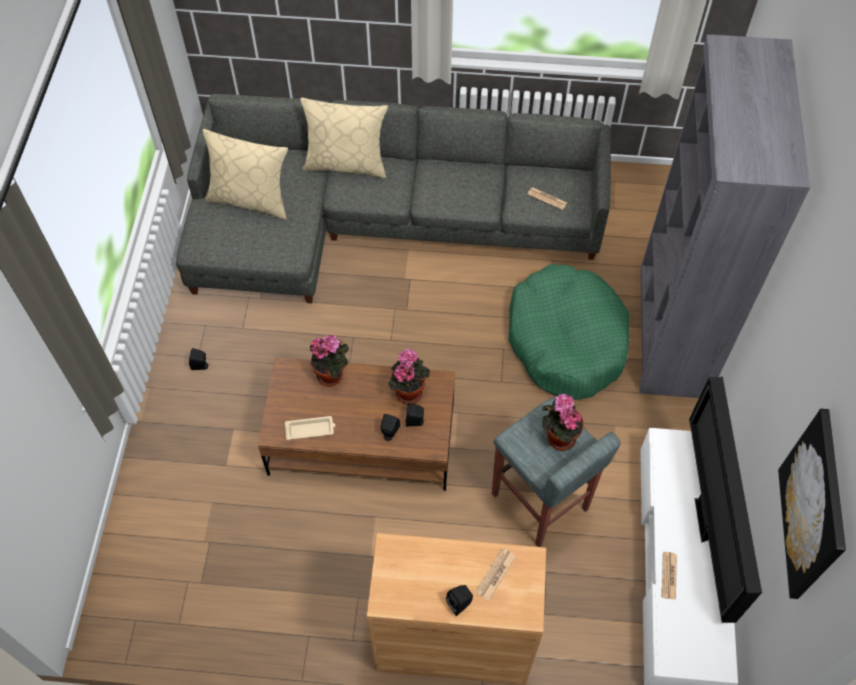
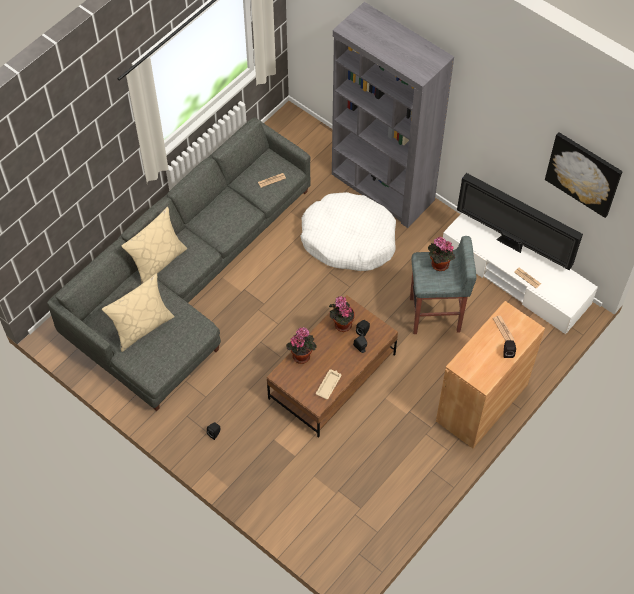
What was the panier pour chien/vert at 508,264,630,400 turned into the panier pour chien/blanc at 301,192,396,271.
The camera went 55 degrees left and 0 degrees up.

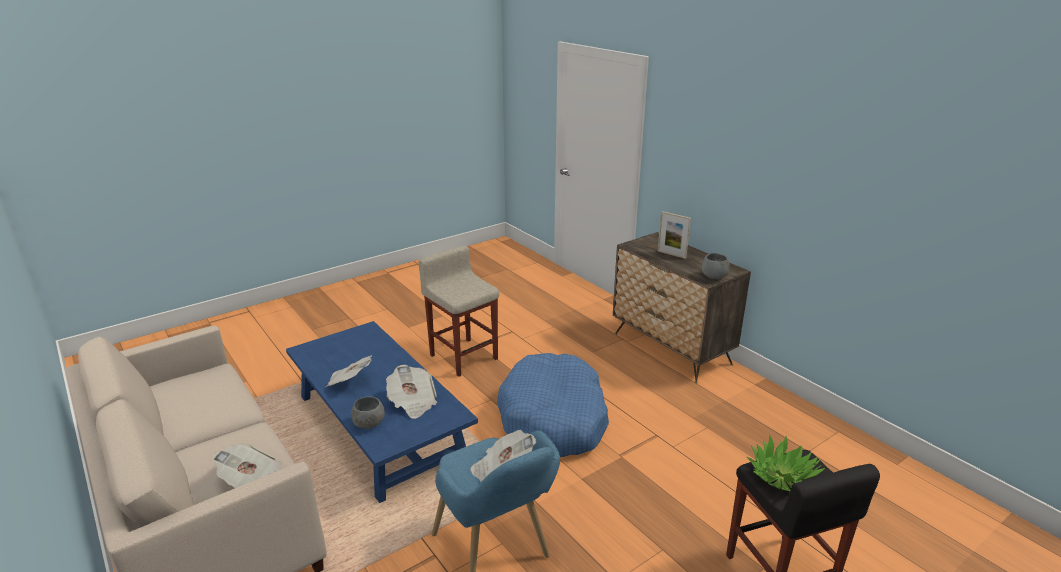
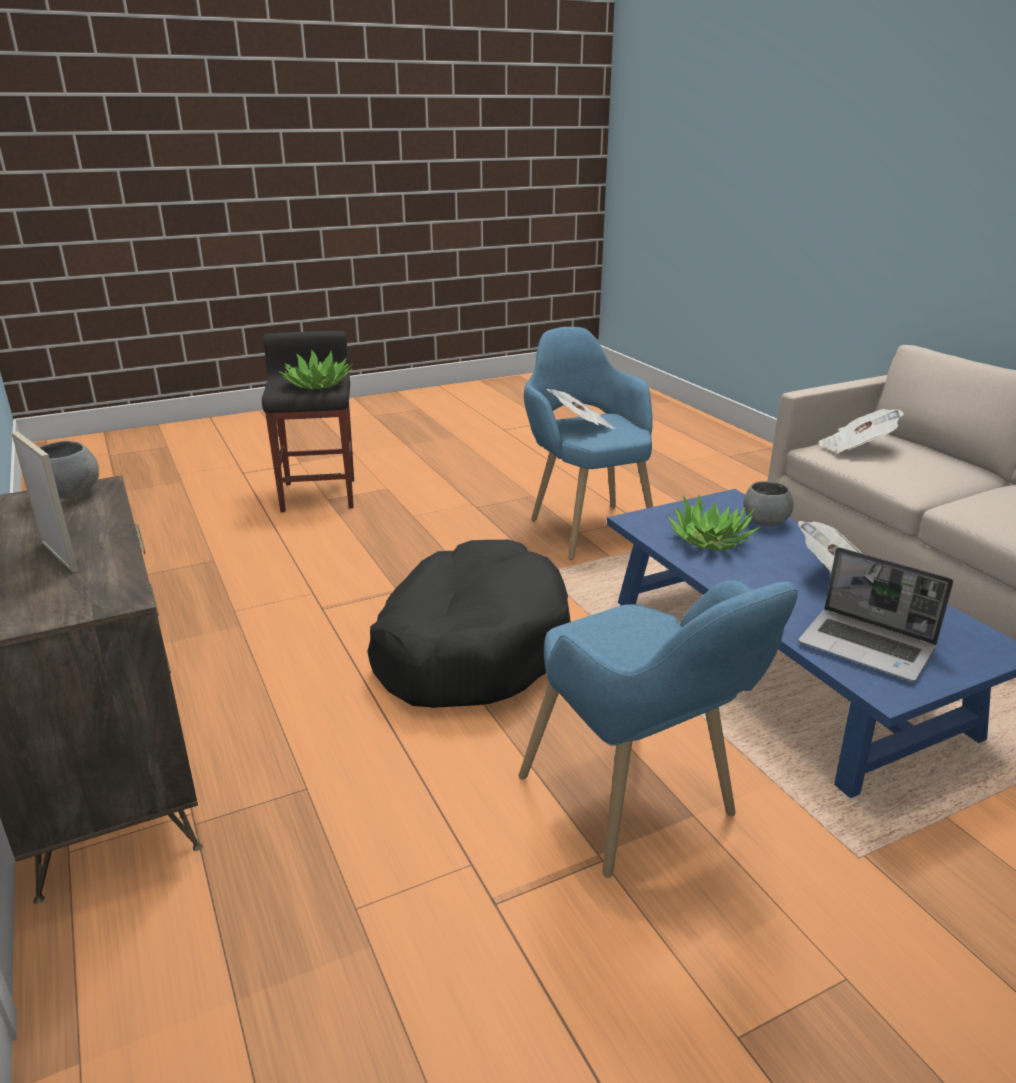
The second view gained the ordinateur portable at 799,547,953,682.
Where the journal stood at 386,365,437,419, the plante en pot came to stand at 666,494,760,551.
Where the tabouret/beige stood at 418,246,499,377, the fauteuil/bleu came to stand at 519,580,798,878.
What was the panier pour chien/bleu at 497,353,609,457 turned into the panier pour chien/noir at 367,540,571,708.
The camera went 170 degrees left and 0 degrees up.

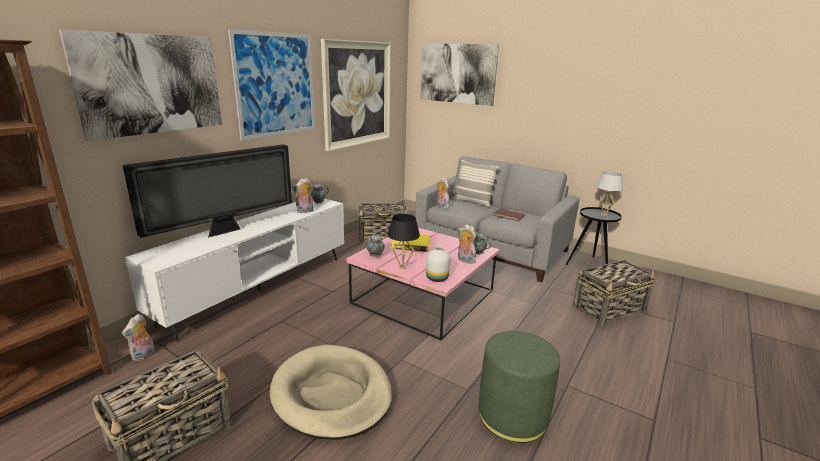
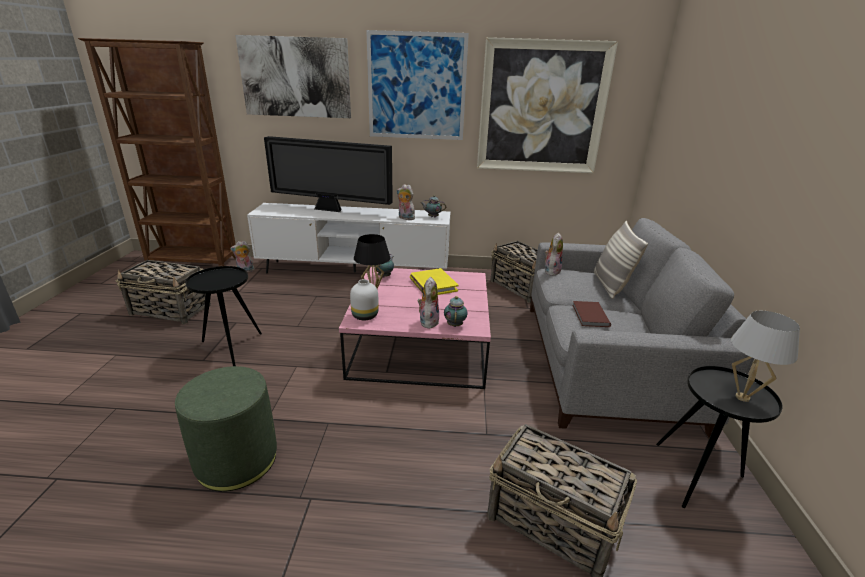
The second view lost the tableau at 421,43,499,106.
Where the panier pour chien/beige stood at 270,345,392,440, the table d'appoint/noir came to stand at 185,266,262,366.
The camera went 60 degrees right and 5 degrees up.

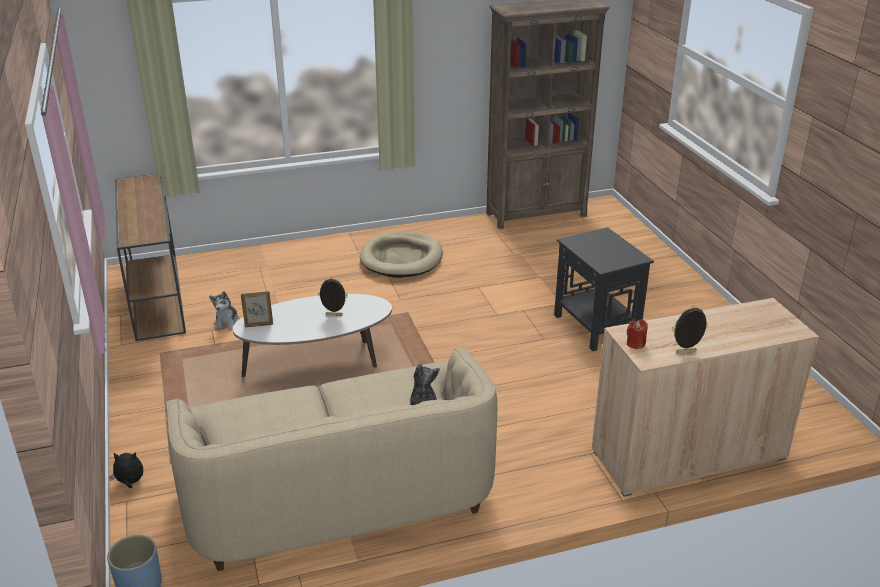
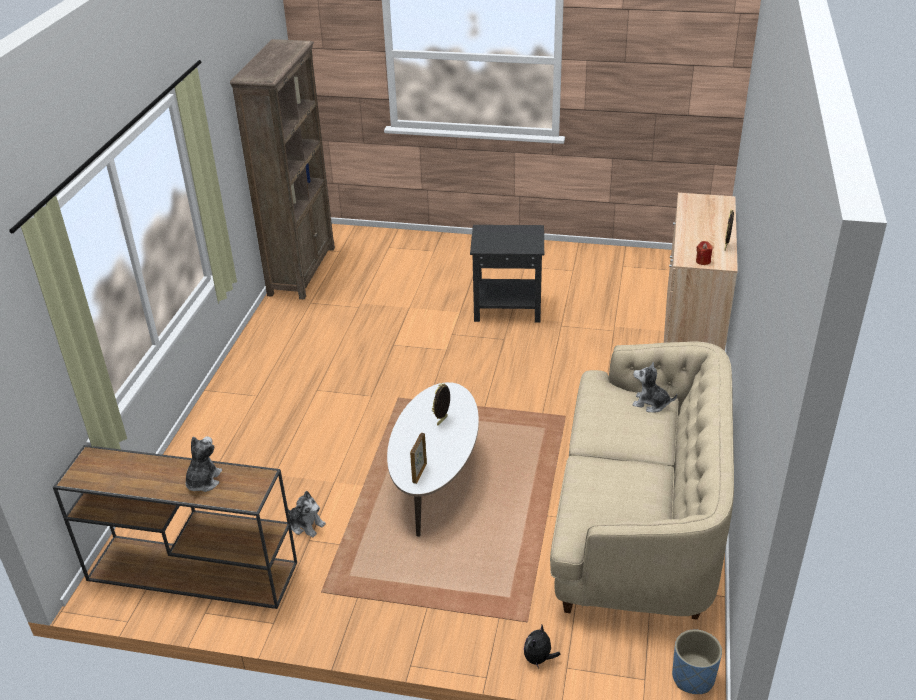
The second view lost the panier pour chien/beige at 360,232,443,278.
The second view gained the peluche at 185,436,222,492.
The camera went 60 degrees left and 5 degrees up.

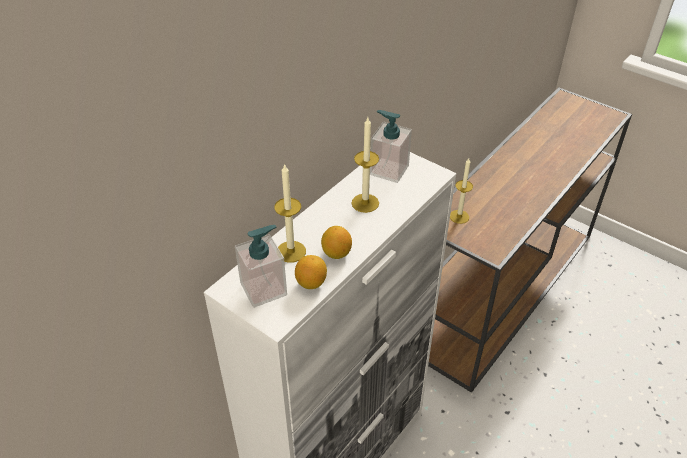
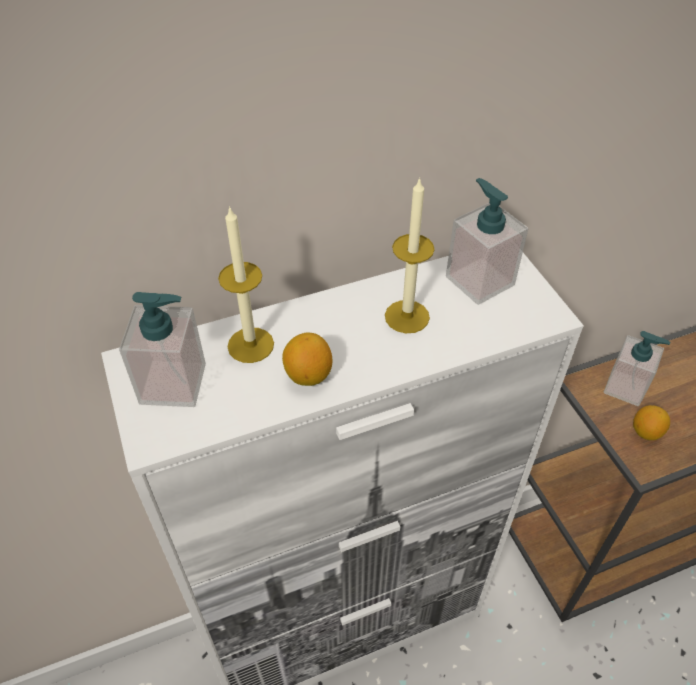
The citron ended up elsewhere, having gone from 295,255,327,289 to 633,405,670,440.
Where the bougie stood at 450,158,473,224, the distributeur de savon came to stand at 604,331,670,406.
The camera went 30 degrees right and 5 degrees up.

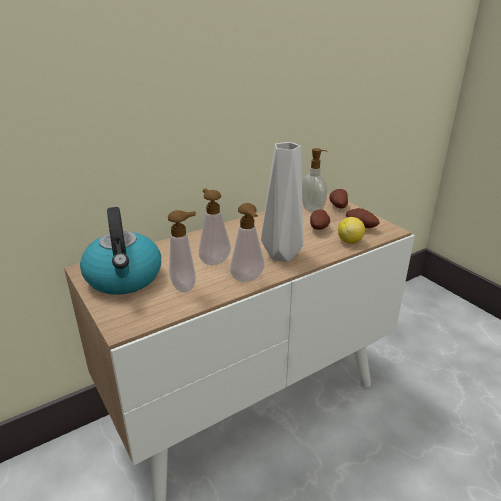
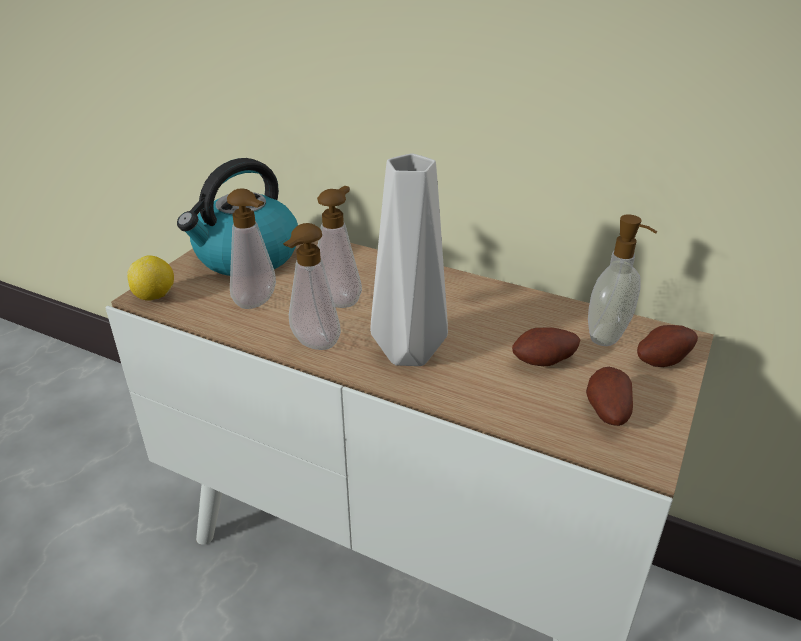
The citron ended up elsewhere, having gone from 338,217,365,244 to 127,255,174,301.
The camera went 60 degrees right and 5 degrees up.

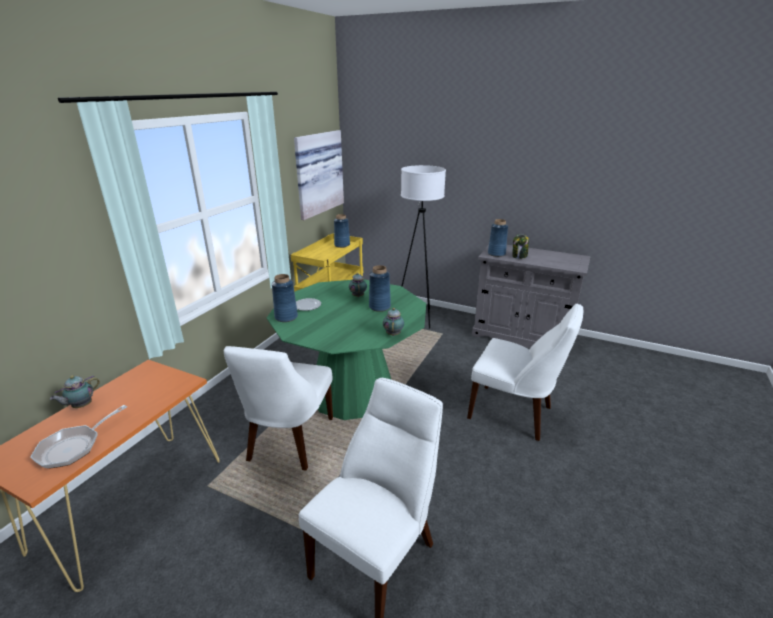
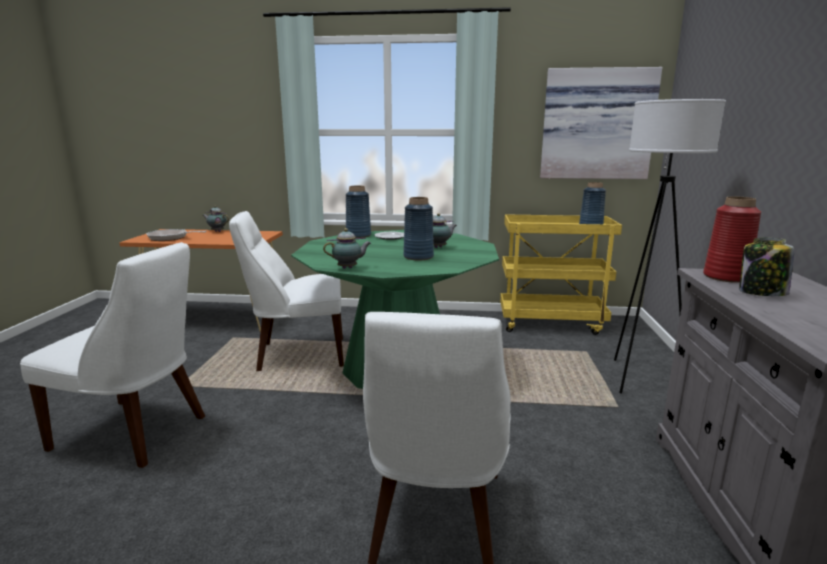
What was the vase/bleu at 488,219,508,257 turned into the vase/rouge at 703,196,761,283.
The camera went 70 degrees right and 10 degrees down.

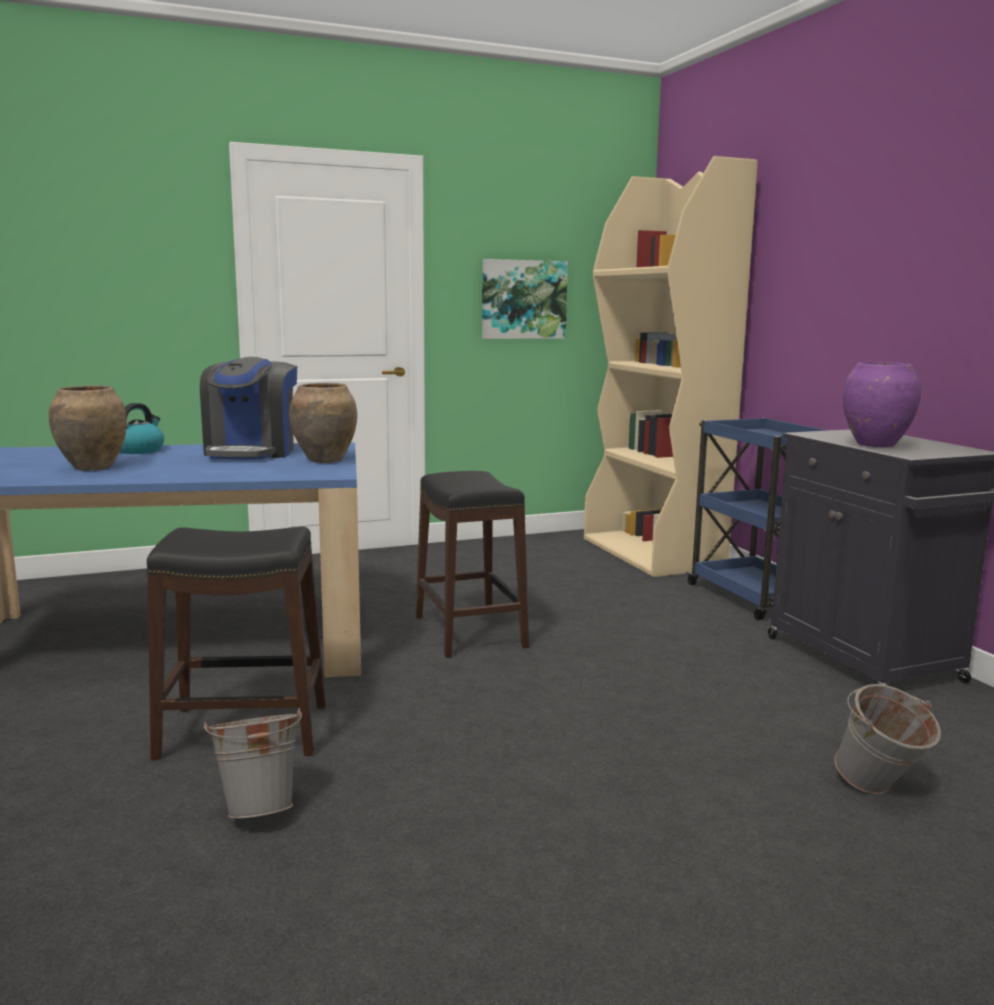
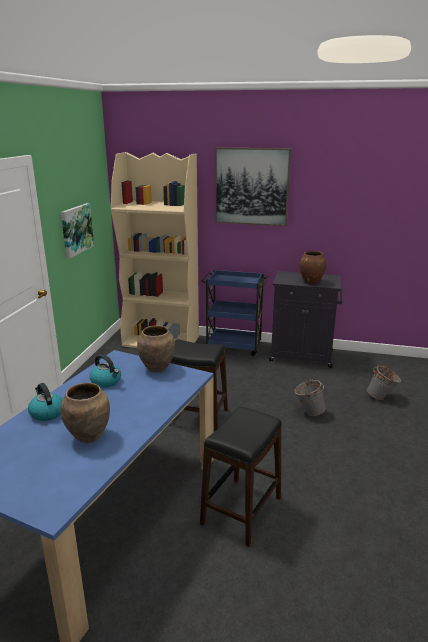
The second view gained the tableau at 215,147,291,226.
The seau/gris ended up elsewhere, having gone from 204,708,302,818 to 294,379,326,416.
Where the machine à café stood at 200,357,297,460, the bouilloire came to stand at 90,354,121,388.
What was the vase/violet at 843,362,921,447 turned into the vase/marron at 299,251,326,284.
The camera went 55 degrees left and 10 degrees up.

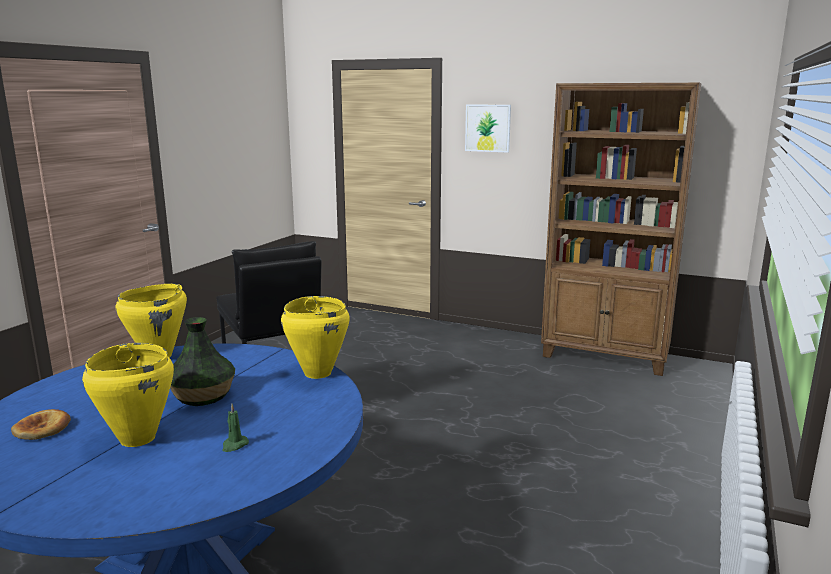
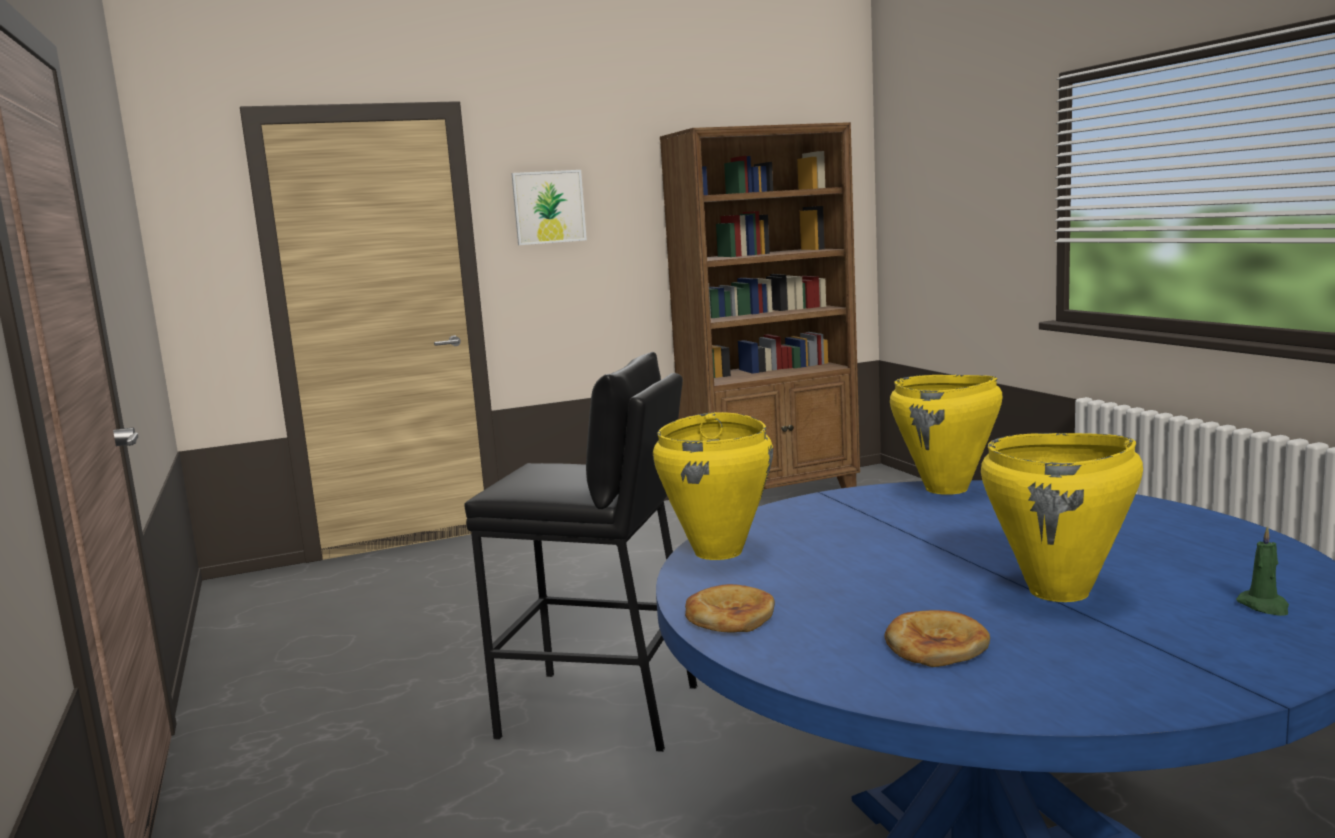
The second view lost the vase at 170,317,235,406.
The second view gained the pain at 685,584,775,633.
The bougie/vert ended up elsewhere, having gone from 222,404,249,452 to 1236,526,1289,616.
The camera went 45 degrees left and 5 degrees down.

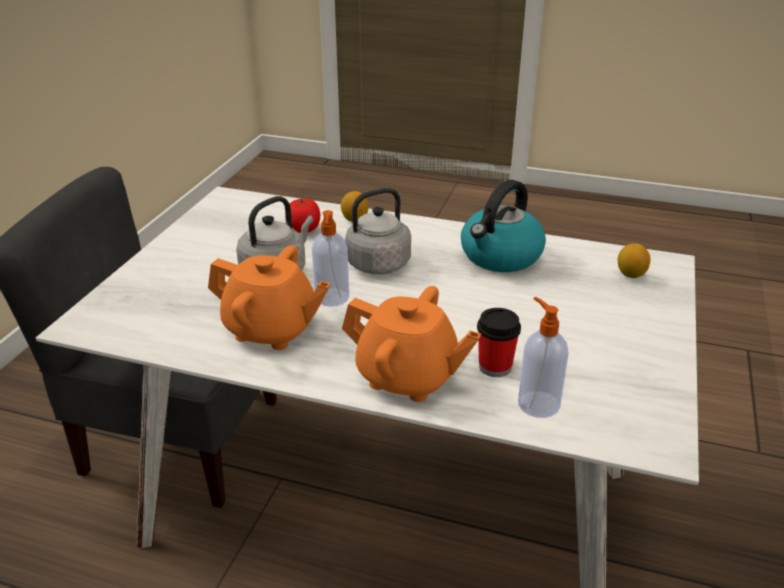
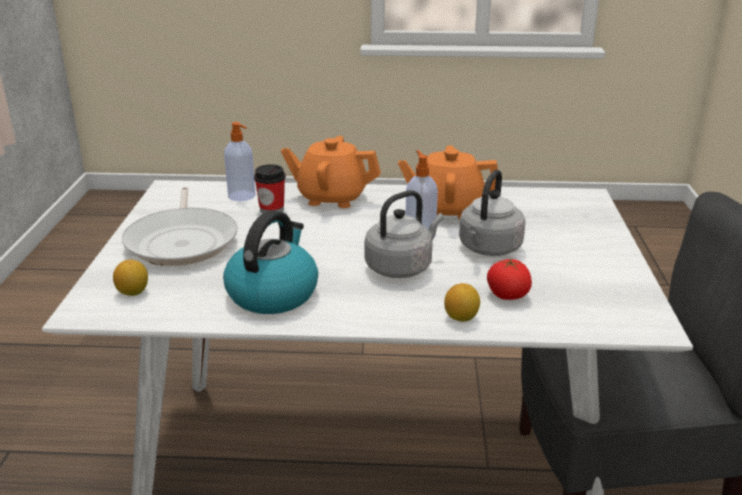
The second view gained the poêle at 122,187,238,266.
The camera went 165 degrees right and 5 degrees down.

